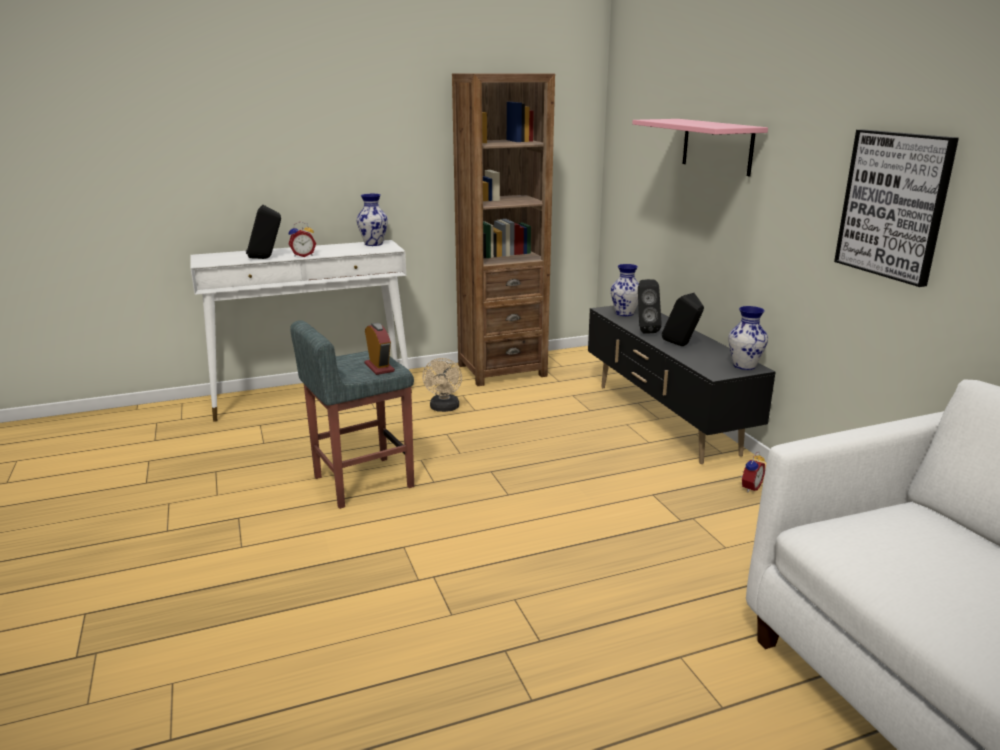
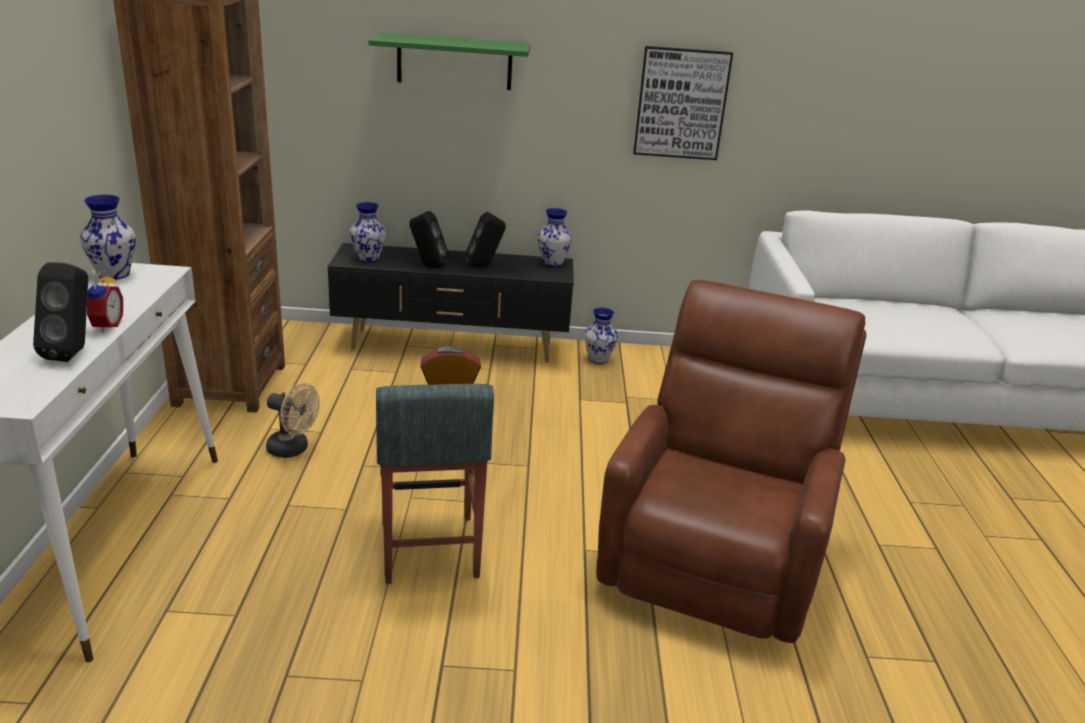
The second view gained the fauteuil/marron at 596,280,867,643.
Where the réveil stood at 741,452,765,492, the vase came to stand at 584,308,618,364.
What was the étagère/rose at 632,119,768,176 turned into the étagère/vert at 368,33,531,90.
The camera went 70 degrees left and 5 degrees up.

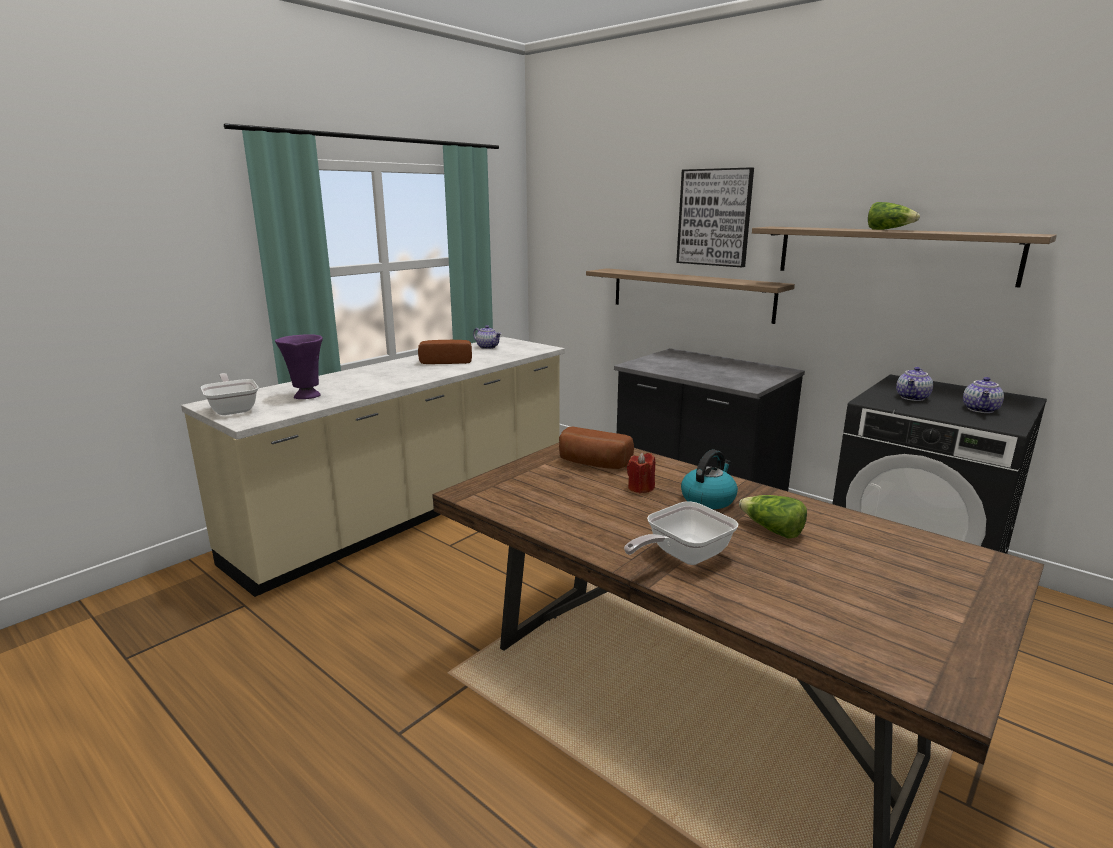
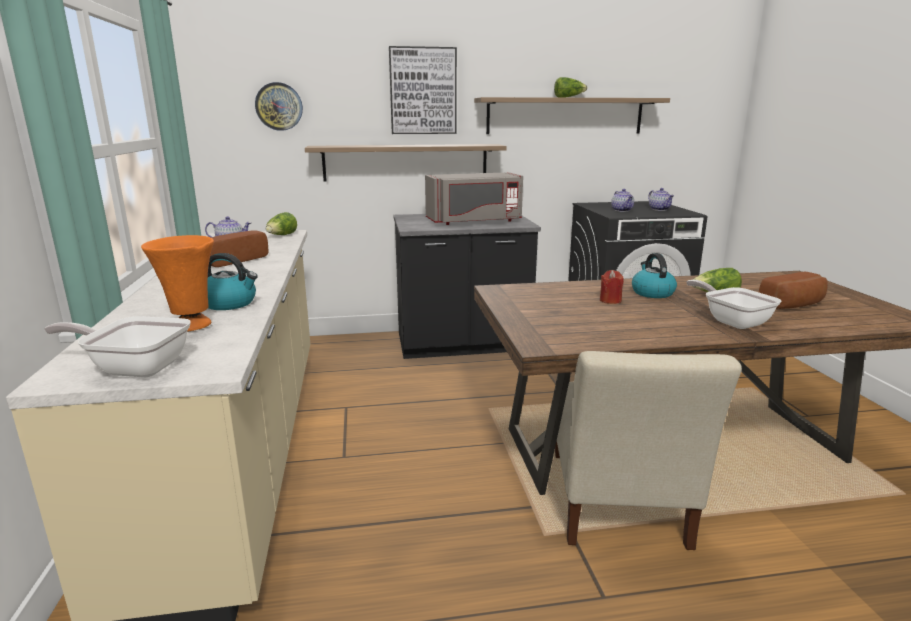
The second view gained the bouilloire at 207,253,258,310.
The second view gained the horloge murale at 255,82,303,131.
The second view gained the laitue at 266,212,297,235.
The second view gained the micro-ondes/gris at 425,172,523,225.
The second view gained the chaise/beige at 555,351,742,550.
The pain ended up elsewhere, having gone from 559,427,634,469 to 759,271,828,309.
What was the vase/violet at 275,334,323,399 turned into the vase/orange at 141,235,214,332.
The poêle at 624,501,738,565 ended up facing another way, 150 degrees clockwise from before.
The camera went 50 degrees left and 0 degrees up.

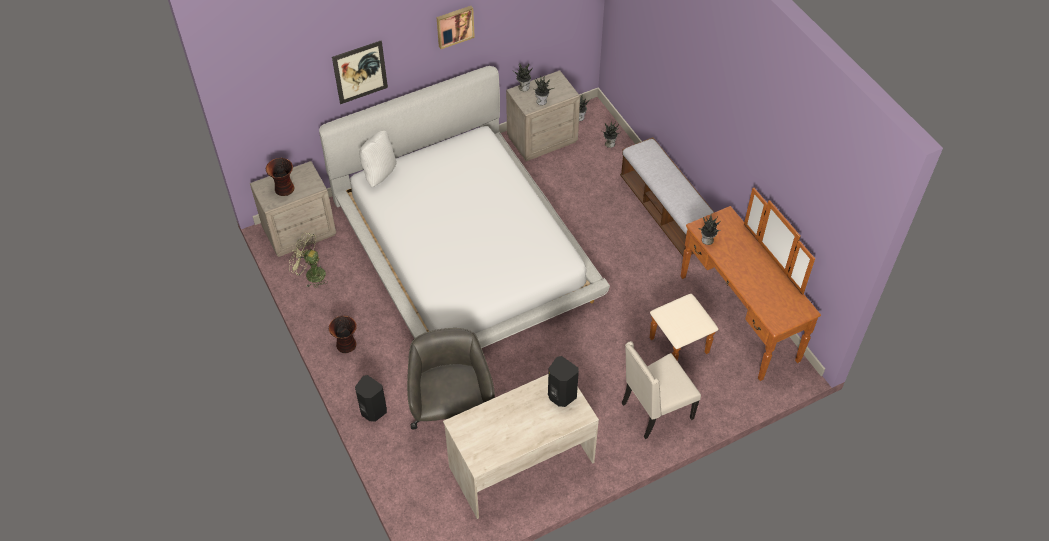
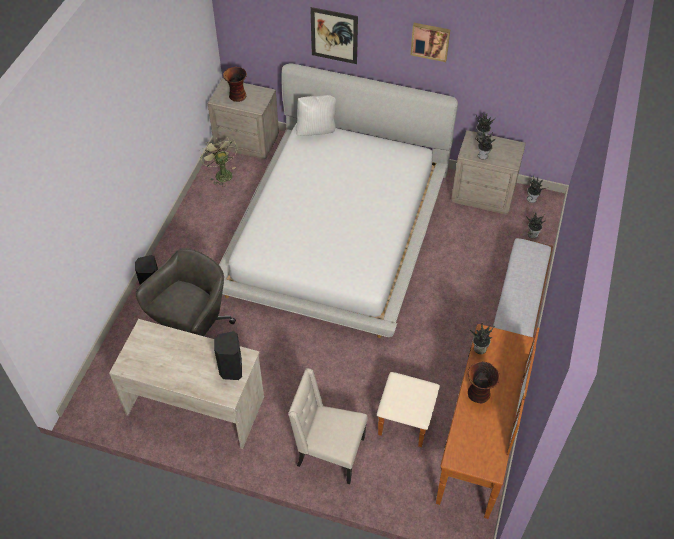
The vase ended up elsewhere, having gone from 329,316,357,353 to 468,362,500,403.
The camera went 45 degrees right and 0 degrees up.

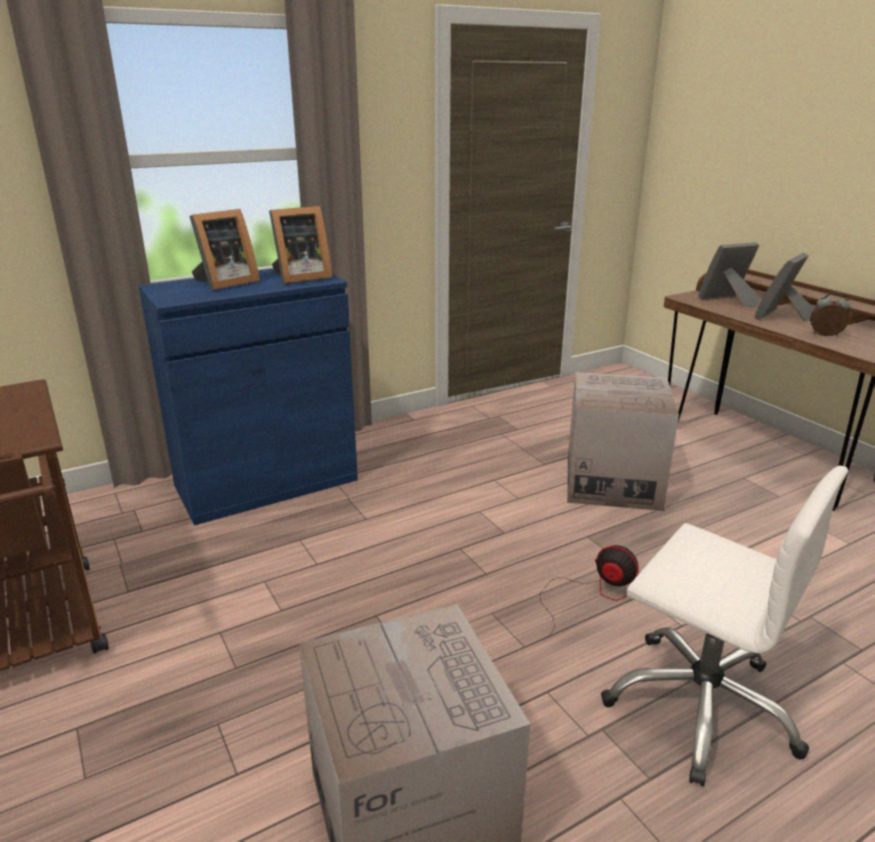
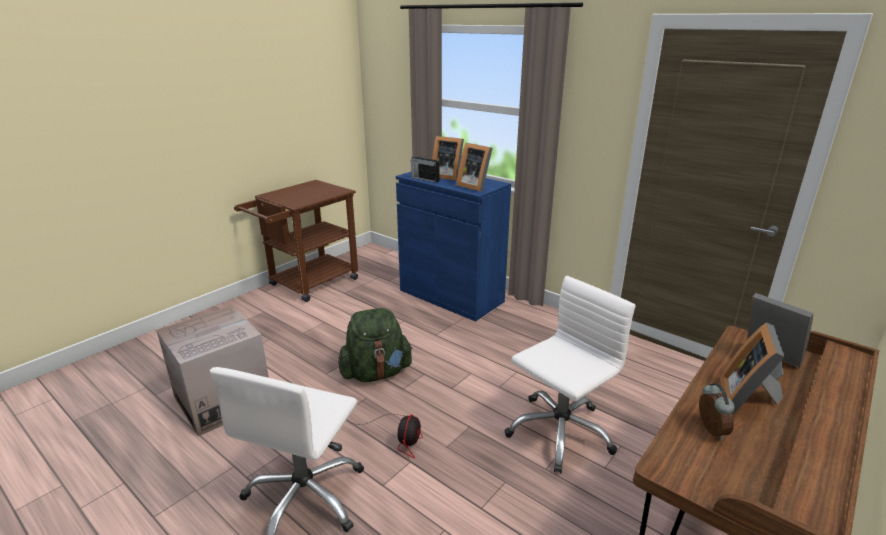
The second view gained the sac à dos/vert at 338,308,413,382.
The second view gained the radio at 411,155,440,183.
Where the carton stood at 567,372,679,511, the chaise de bureau/blanc came to stand at 504,276,635,473.
The cadre photo at 754,252,815,321 ended up facing another way, 90 degrees counterclockwise from before.
The camera went 70 degrees right and 0 degrees up.

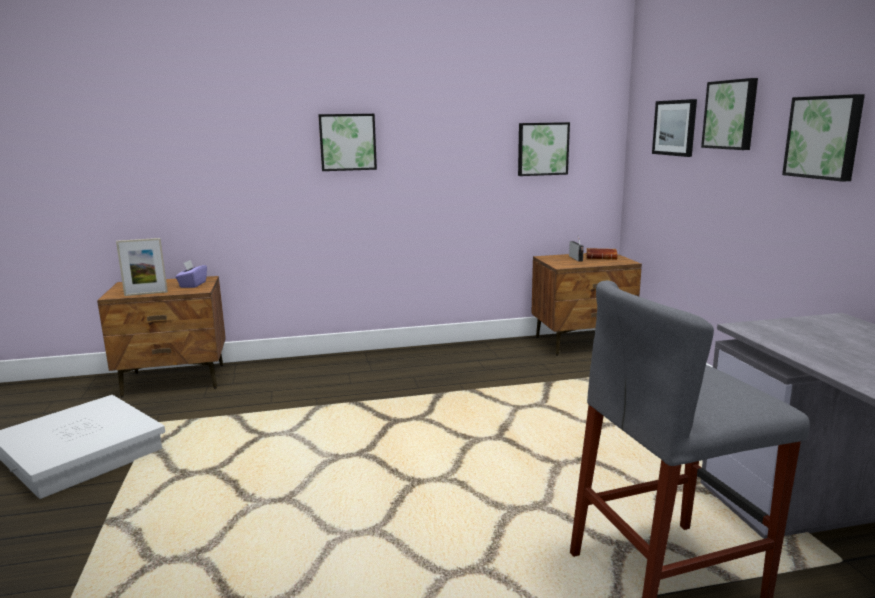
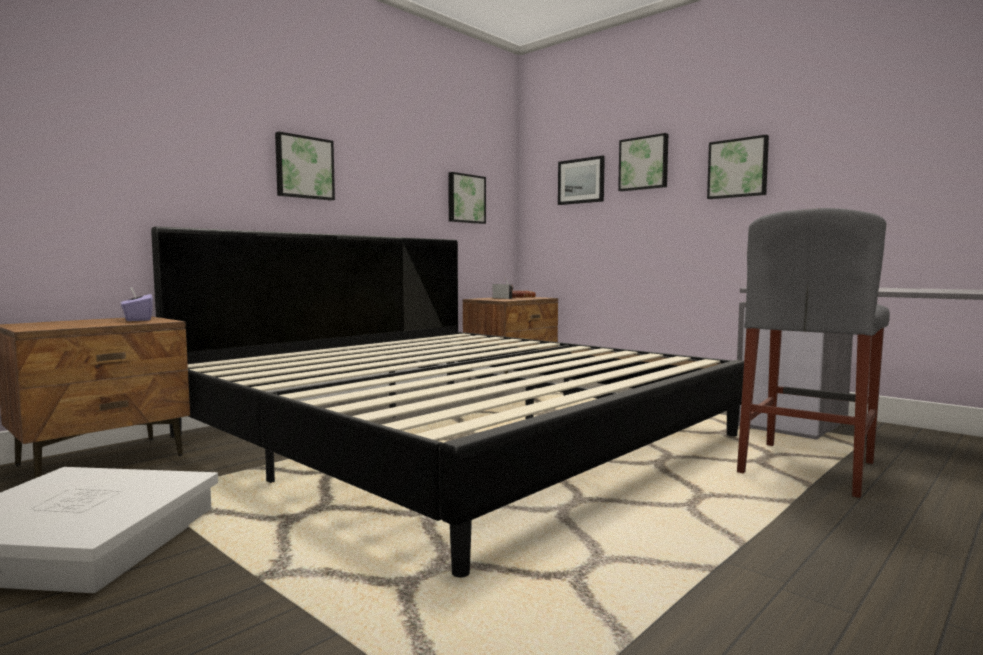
The second view lost the cadre photo at 116,238,168,296.
The second view gained the lit at 151,226,744,577.
The camera went 35 degrees left and 10 degrees down.

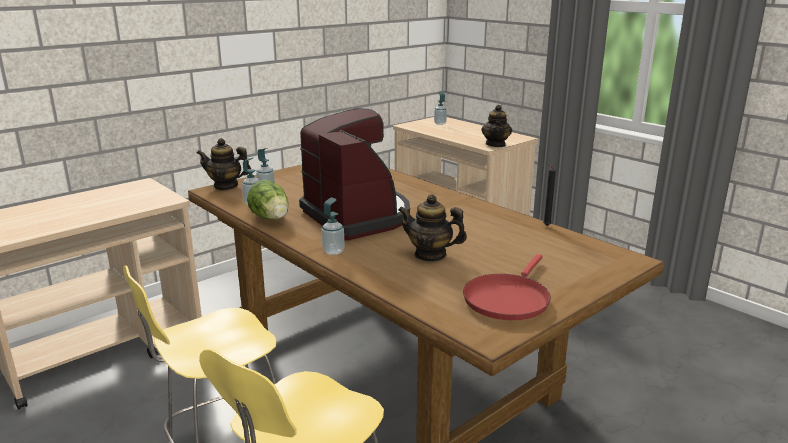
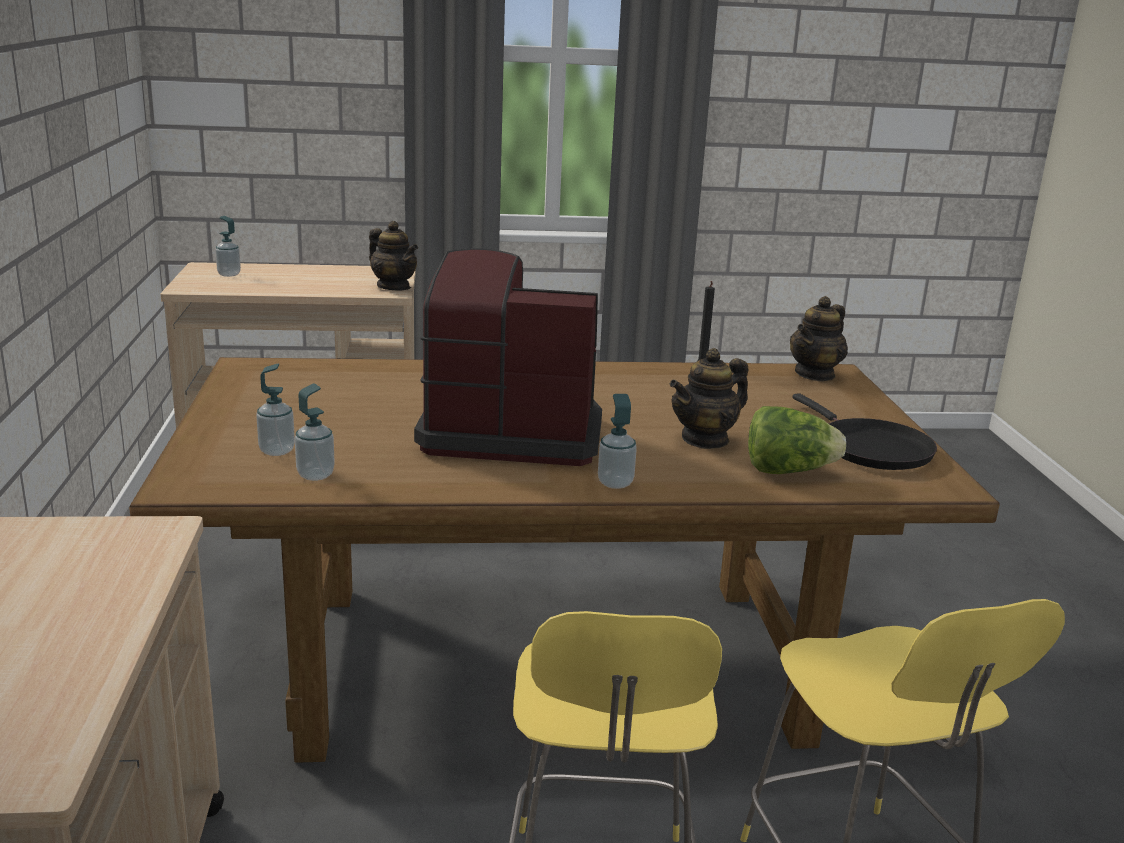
The théière ended up elsewhere, having gone from 197,138,251,190 to 790,296,848,382.
The laitue ended up elsewhere, having gone from 247,180,289,220 to 748,406,846,474.
What was the poêle/rouge at 463,254,551,320 turned into the poêle/noir at 793,393,937,470.
The camera went 55 degrees left and 0 degrees up.

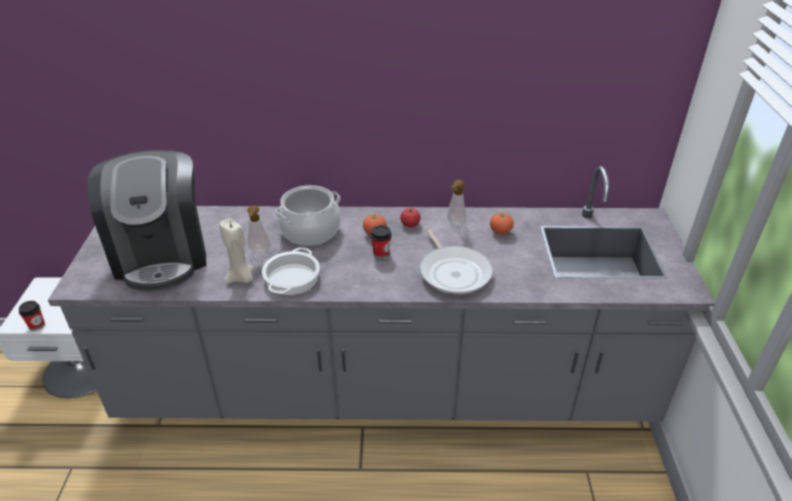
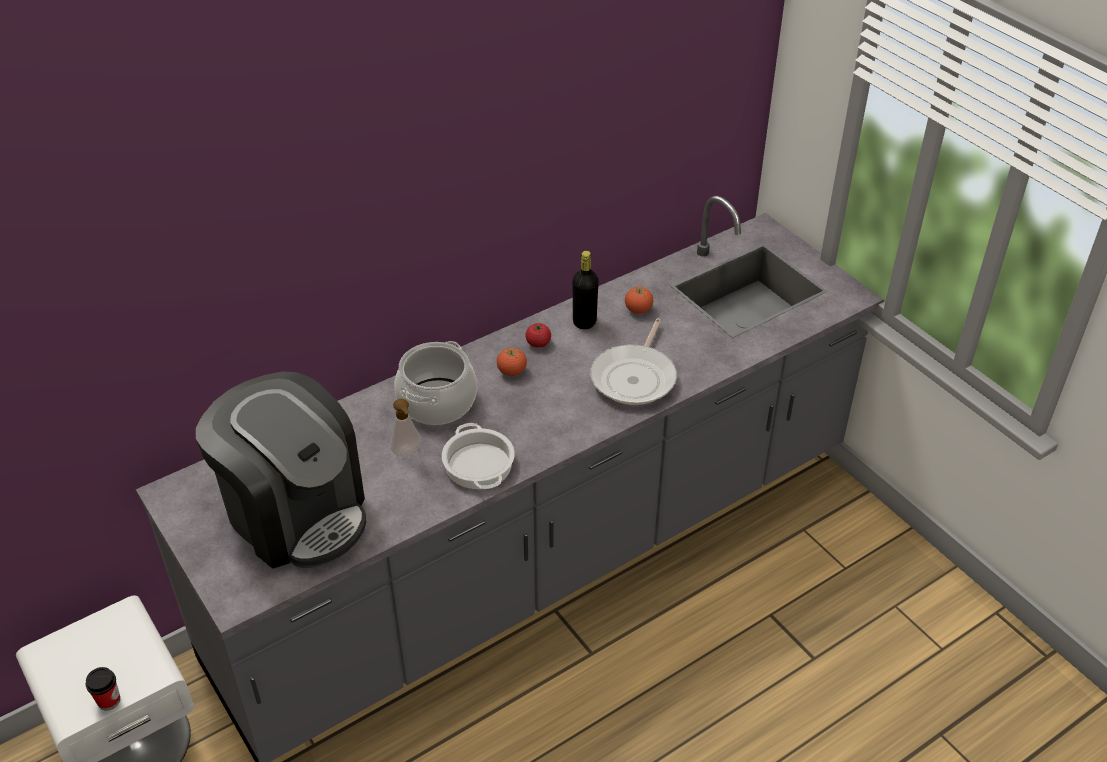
The second view lost the bougie/beige at 220,218,254,283.
The second view lost the tasse at 371,225,392,259.
Where the distributeur de savon stood at 447,180,466,226, the bouteille/noir came to stand at 573,251,599,329.
The poêle at 420,227,493,294 ended up facing another way, 75 degrees clockwise from before.
The camera went 35 degrees left and 5 degrees up.

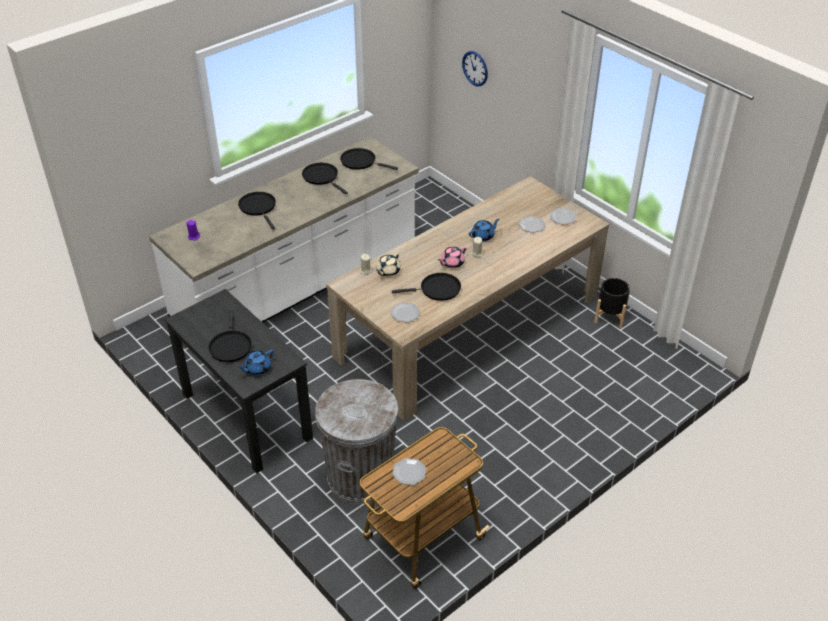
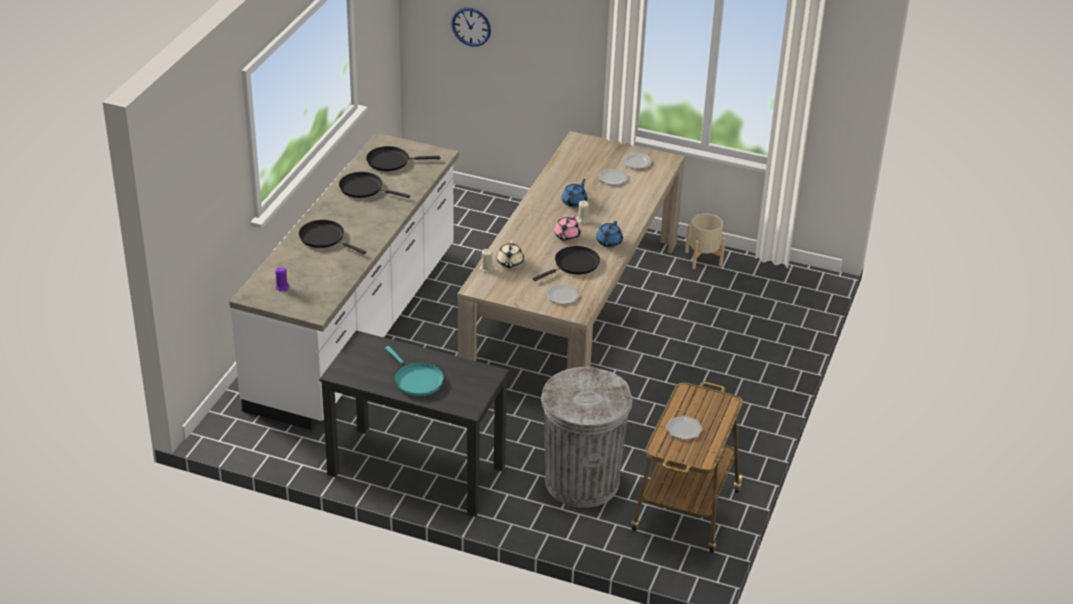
The théière/bleu ended up elsewhere, having gone from 237,350,274,375 to 596,221,623,248.
What was the poêle/noir at 208,310,252,362 turned into the poêle/turquoise at 385,346,444,396.
What was the cache-pot/noir at 594,278,630,329 turned into the cache-pot/beige at 685,213,725,269.
The camera went 30 degrees left and 5 degrees down.

